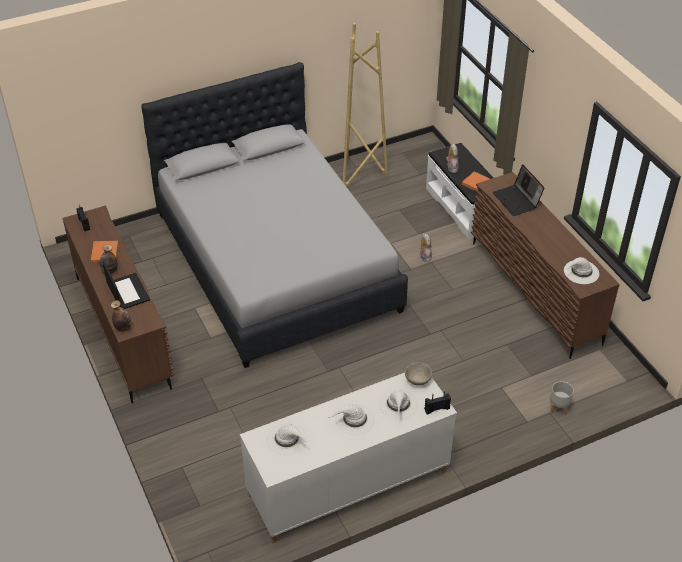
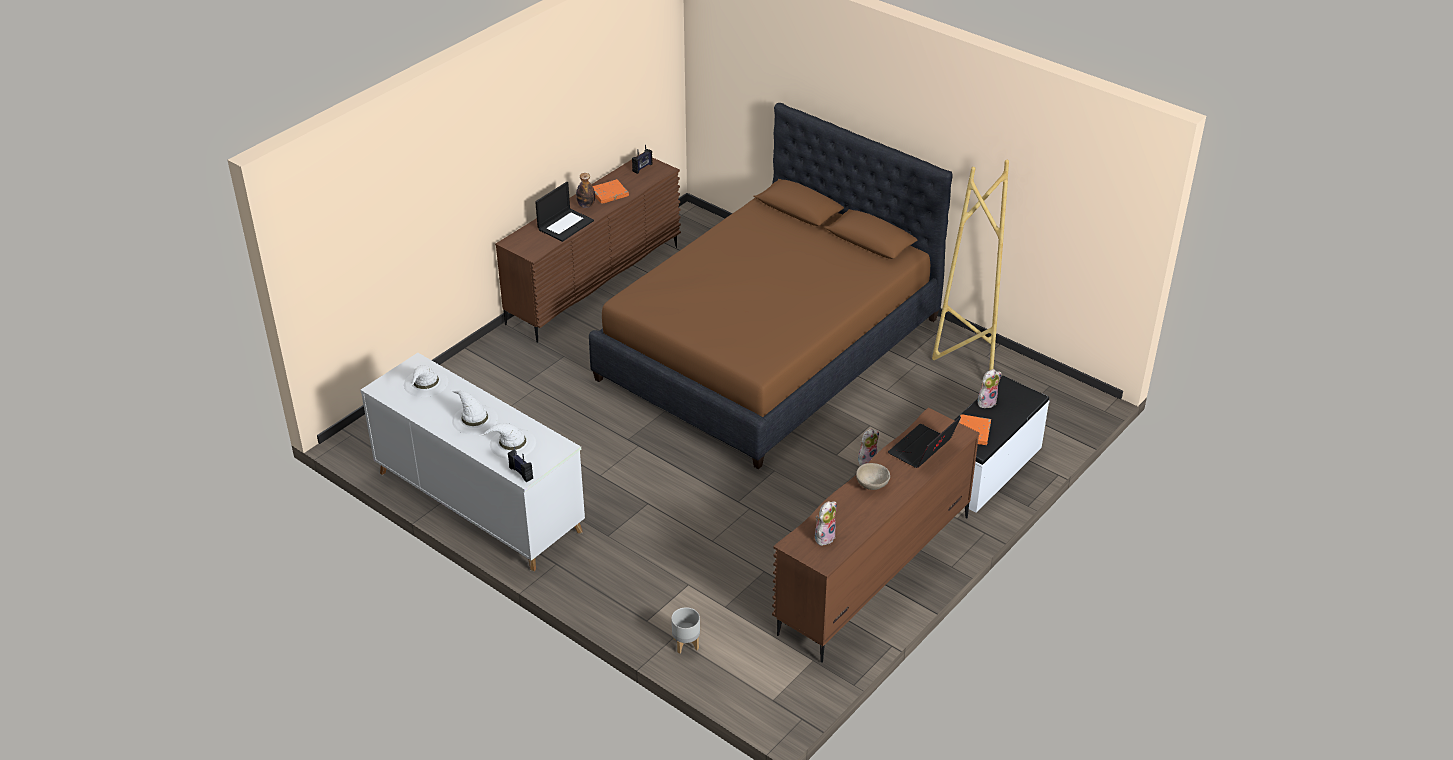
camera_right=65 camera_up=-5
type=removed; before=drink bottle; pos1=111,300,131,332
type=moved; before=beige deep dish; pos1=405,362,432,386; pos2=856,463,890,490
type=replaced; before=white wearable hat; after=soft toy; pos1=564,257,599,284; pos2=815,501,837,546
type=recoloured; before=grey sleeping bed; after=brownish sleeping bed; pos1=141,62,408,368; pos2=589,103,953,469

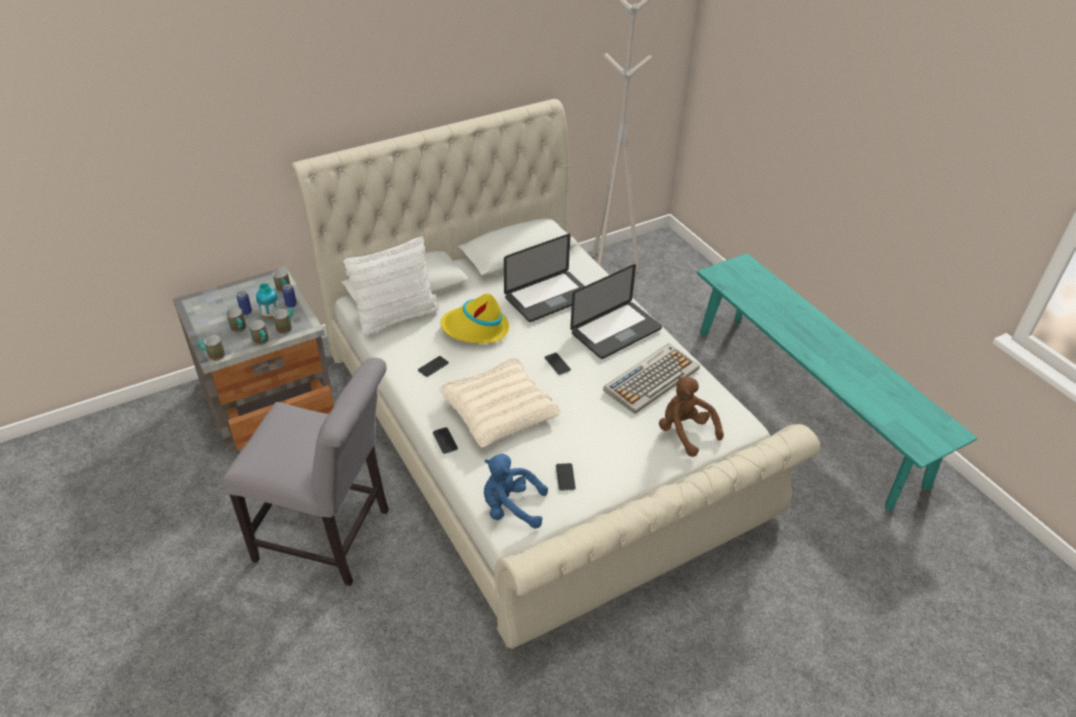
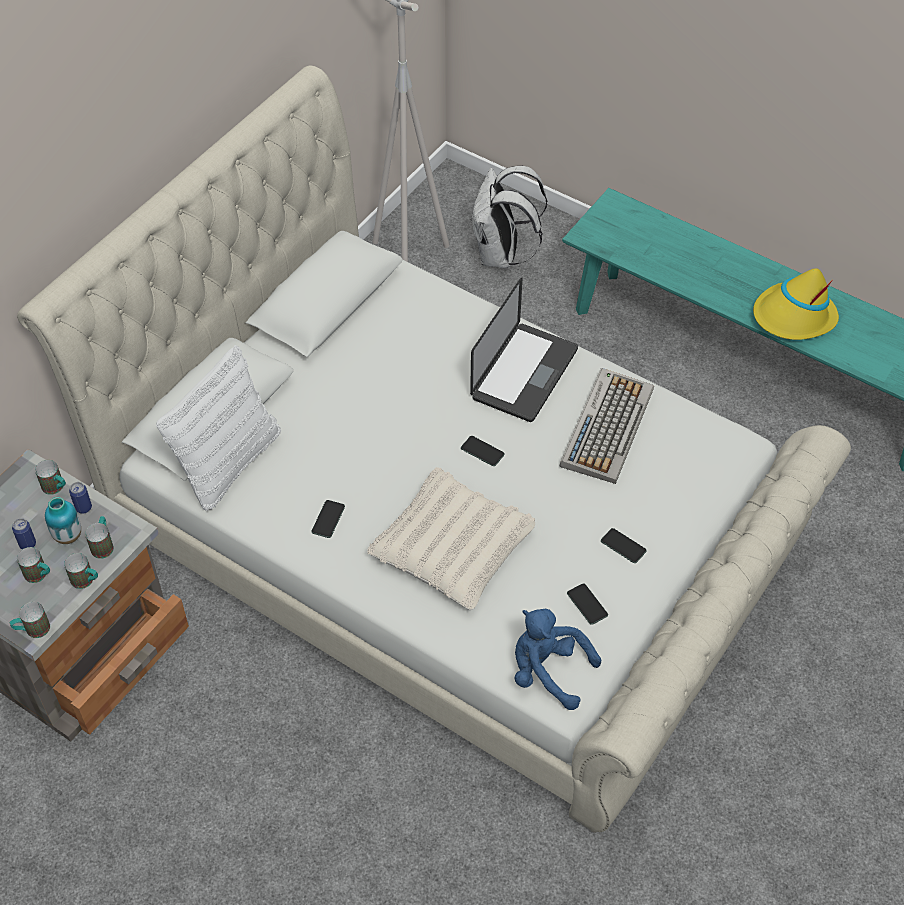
camera_right=-25 camera_up=10
type=removed; before=grey chair; pos1=223,358,389,586
type=removed; before=portable computer; pos1=504,234,585,322
type=removed; before=brownish soft toy; pos1=659,376,724,457
type=added; after=white rucksack; pos2=471,166,547,268
type=moved; before=telephone; pos1=433,427,458,454; pos2=601,528,647,563
type=moved; before=yellow wearable hat; pos1=440,293,509,344; pos2=753,268,839,340
type=turned; before=blue-coloured soft toy; pos1=484,454,548,529; pos2=514,609,601,710; turn=45

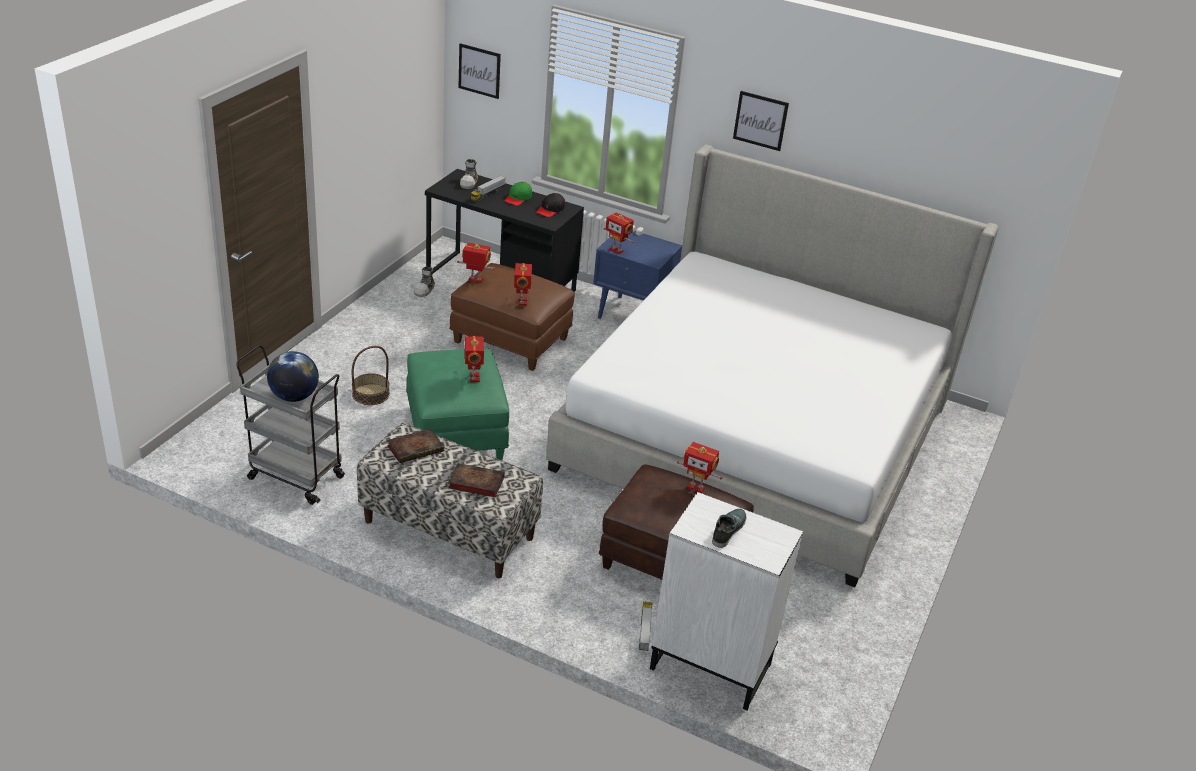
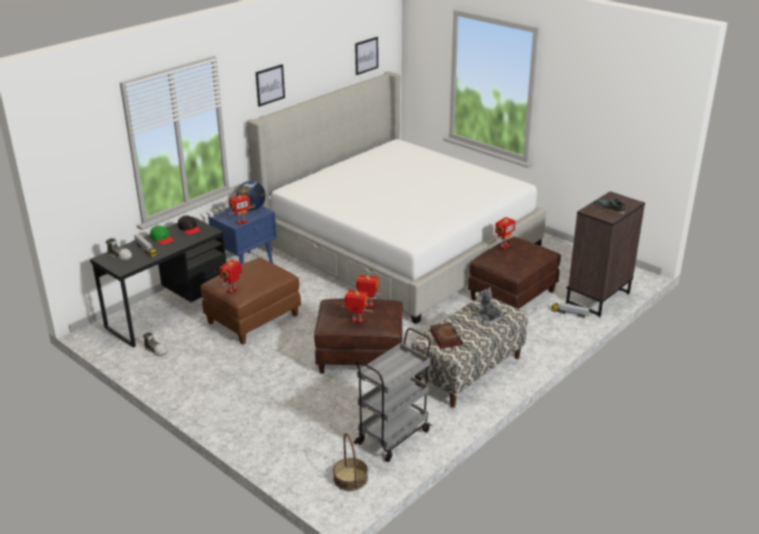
camera_right=-70 camera_up=-5
type=moved; before=globe; pos1=267,351,319,402; pos2=236,181,266,210
type=moved; before=basket; pos1=352,346,390,405; pos2=333,433,368,491
type=moved; before=wall picture; pos1=458,43,501,99; pos2=355,37,378,75
type=moved; before=toy robot; pos1=514,263,532,306; pos2=340,290,373,323
type=replaced; before=volume; after=soft toy; pos1=448,463,505,497; pos2=473,287,506,324
type=recoloured; before=greenish pouffe; after=brownish pouffe; pos1=406,348,509,460; pos2=314,298,403,374
type=recoloured; before=white chest of drawers; after=brownish chest of drawers; pos1=650,492,804,710; pos2=566,191,645,317

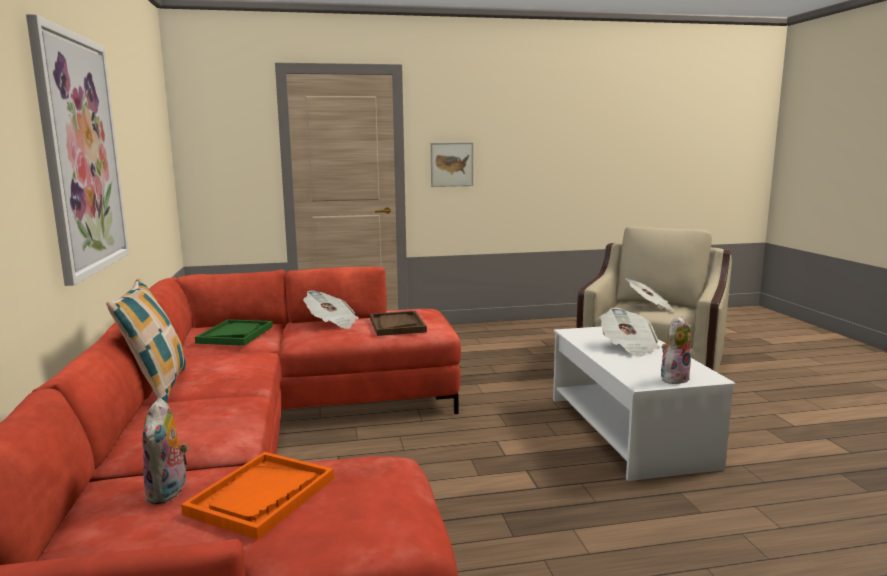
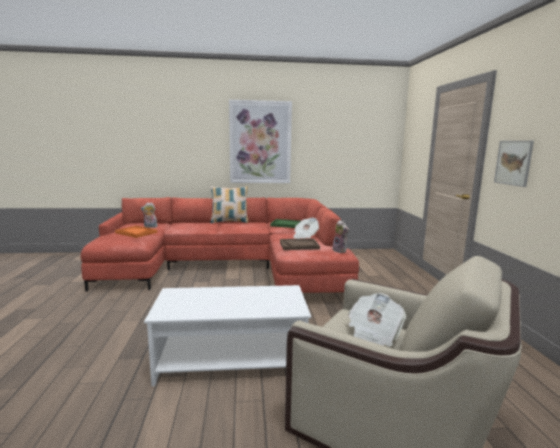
camera_right=95 camera_up=0
type=removed; before=newspaper; pos1=600,308,660,357
type=moved; before=soft toy; pos1=661,316,692,384; pos2=333,220,349,253

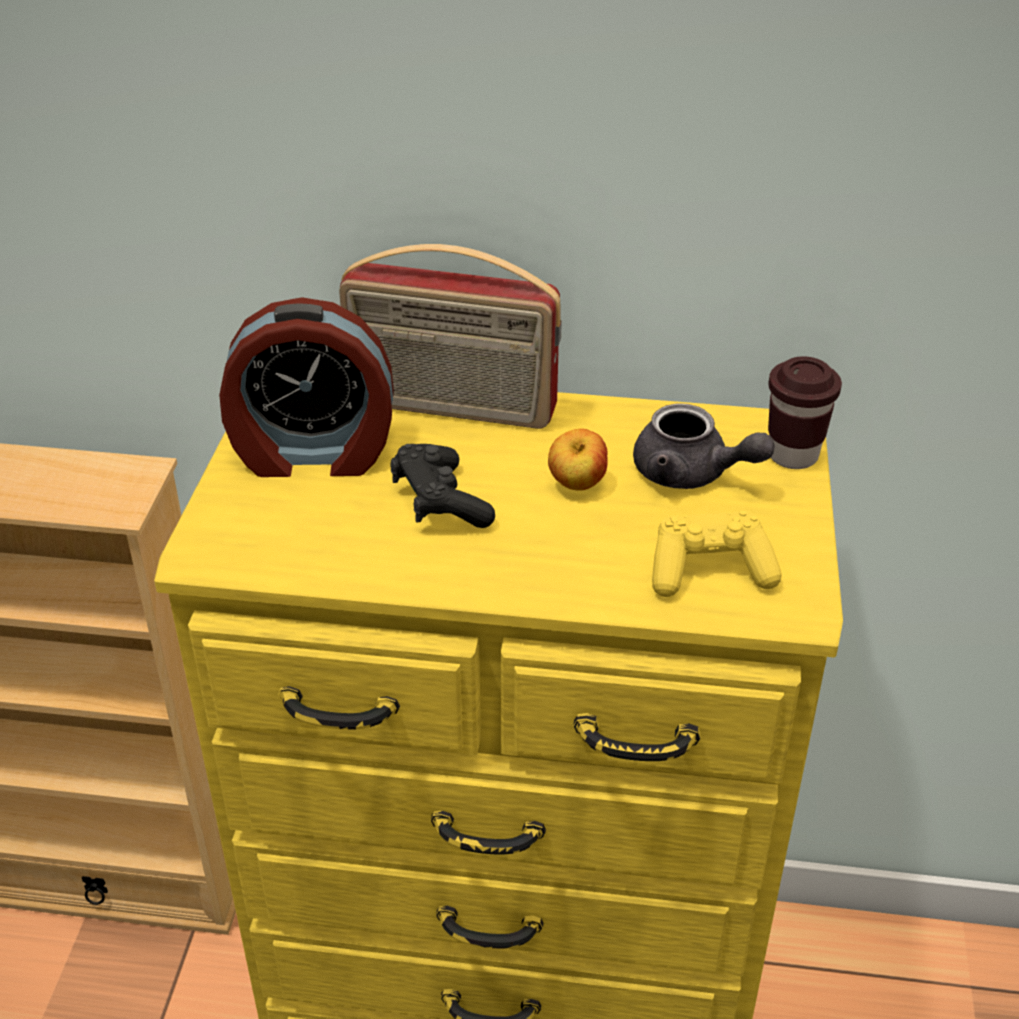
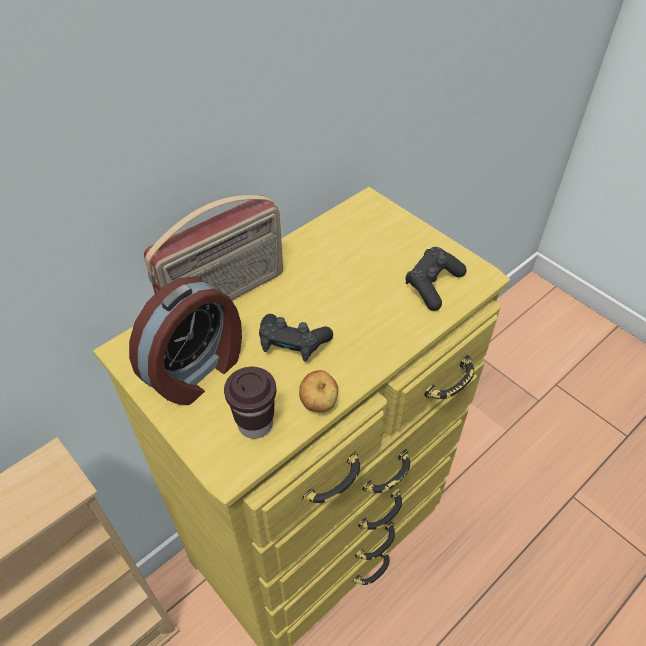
camera_right=-50 camera_up=10
type=removed; before=grey tea pot; pos1=633,403,775,489
type=moved; before=apple fruit; pos1=548,429,608,491; pos2=299,370,338,412
type=moved; before=brownish small cup; pos1=768,356,842,469; pos2=224,367,276,439
type=recoloured; before=yellow gamepad; after=black-coloured gamepad; pos1=652,510,782,597; pos2=405,247,467,311

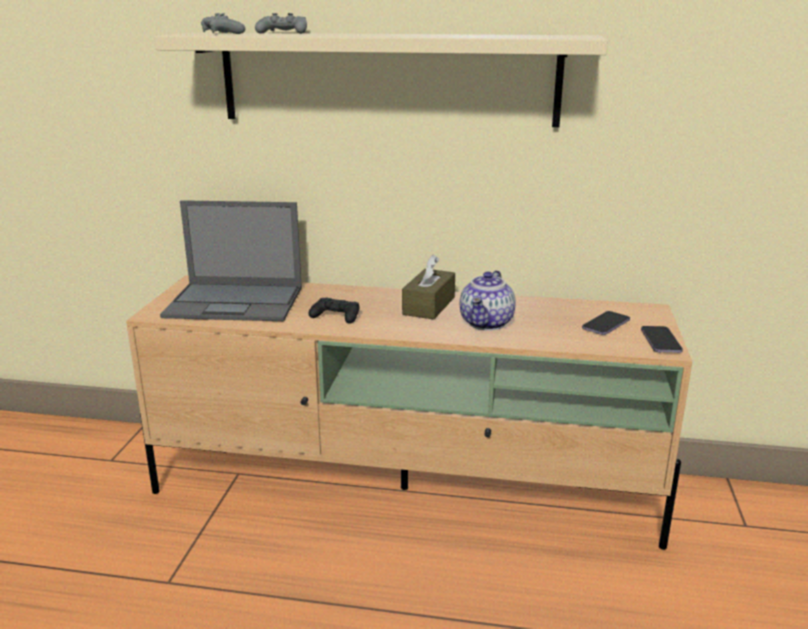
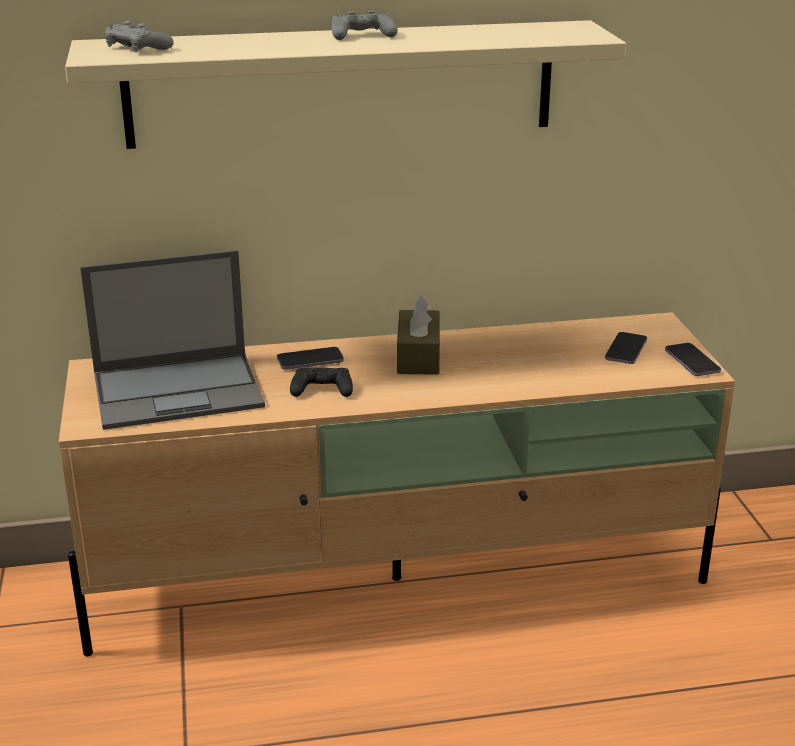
camera_right=-20 camera_up=5
type=removed; before=tea pot; pos1=460,270,516,331
type=added; after=telephone; pos2=277,347,344,370
type=moved; before=grey gamepad; pos1=255,13,307,34; pos2=332,10,398,40

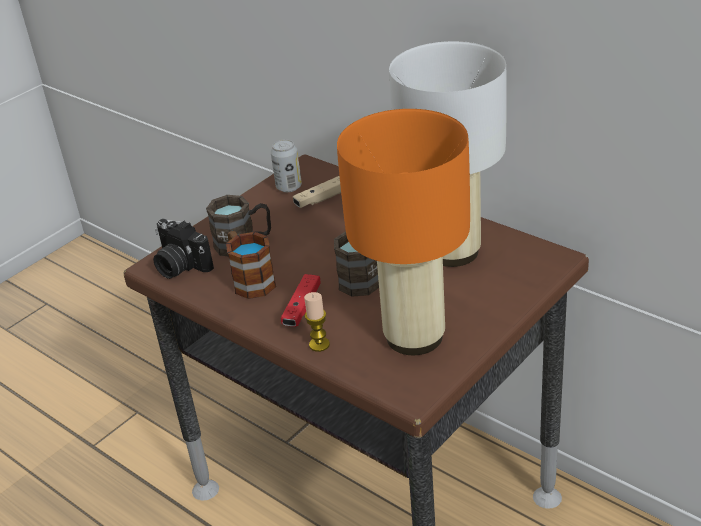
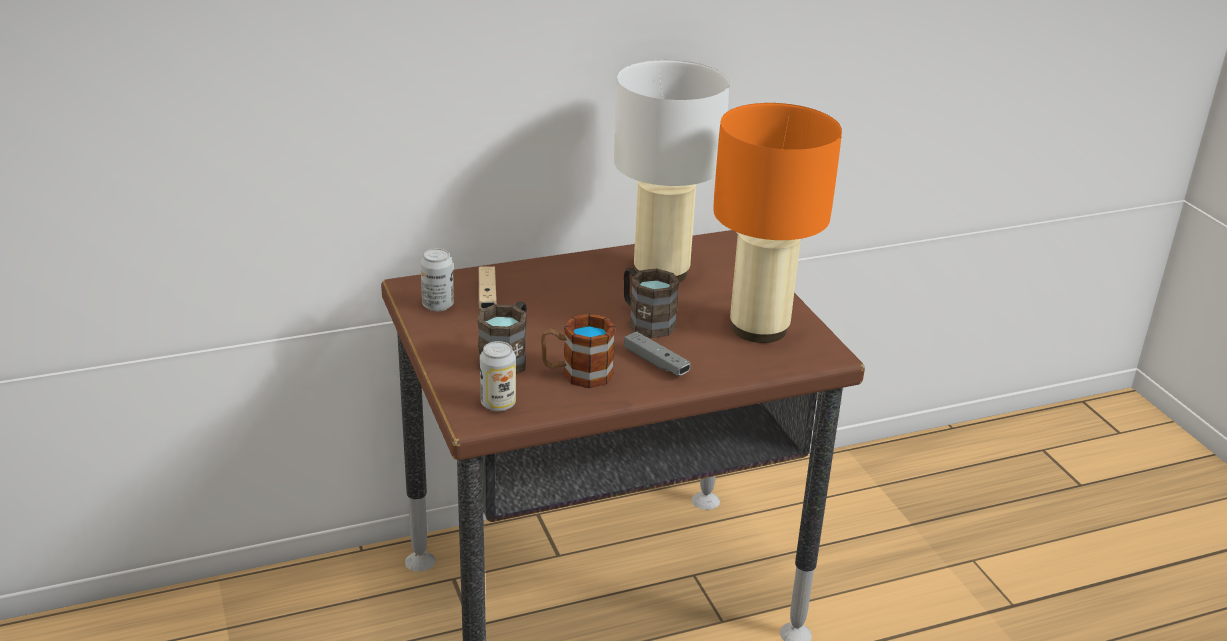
camera_right=-65 camera_up=-5
type=removed; before=wax light; pos1=304,292,330,352
type=replaced; before=still camera; after=metal can; pos1=153,219,214,279; pos2=480,341,516,412
type=recoloured; before=red-coloured gamepad; after=grey gamepad; pos1=281,274,321,327; pos2=624,331,691,376

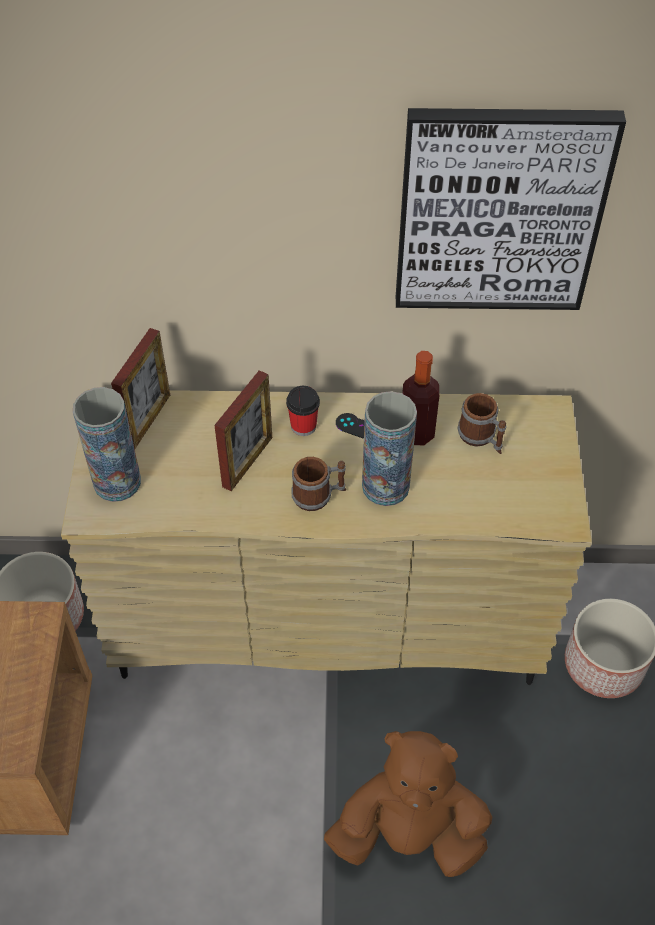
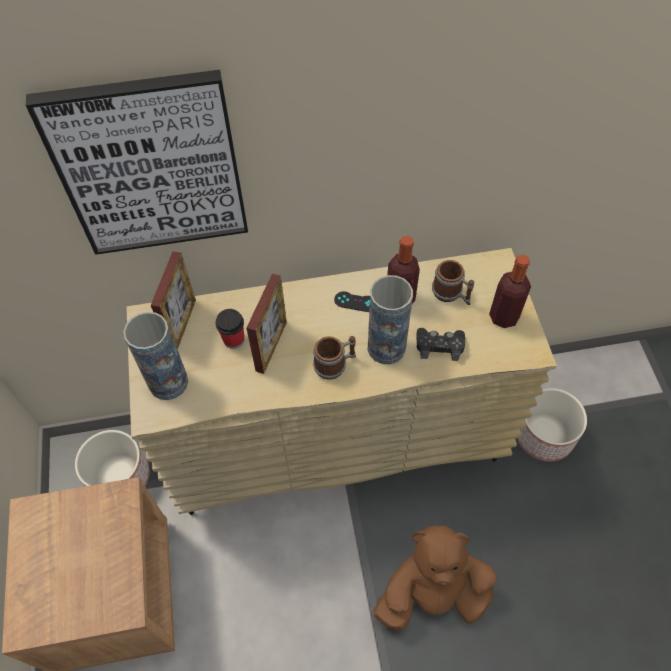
camera_right=-10 camera_up=5
type=added; after=black-coloured gamepad; pos2=416,328,465,361
type=added; after=drink bottle; pos2=489,254,531,328
type=moved; before=small cup; pos1=286,386,320,436; pos2=216,309,244,349
type=moved; before=wall picture; pos1=396,108,626,310; pos2=26,70,248,255

